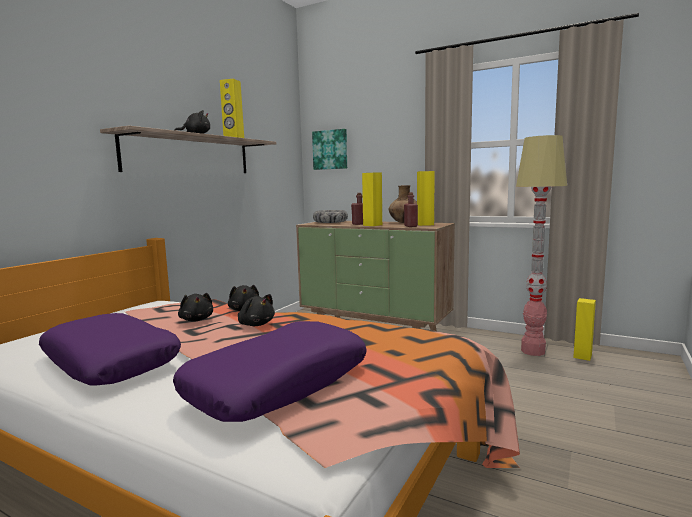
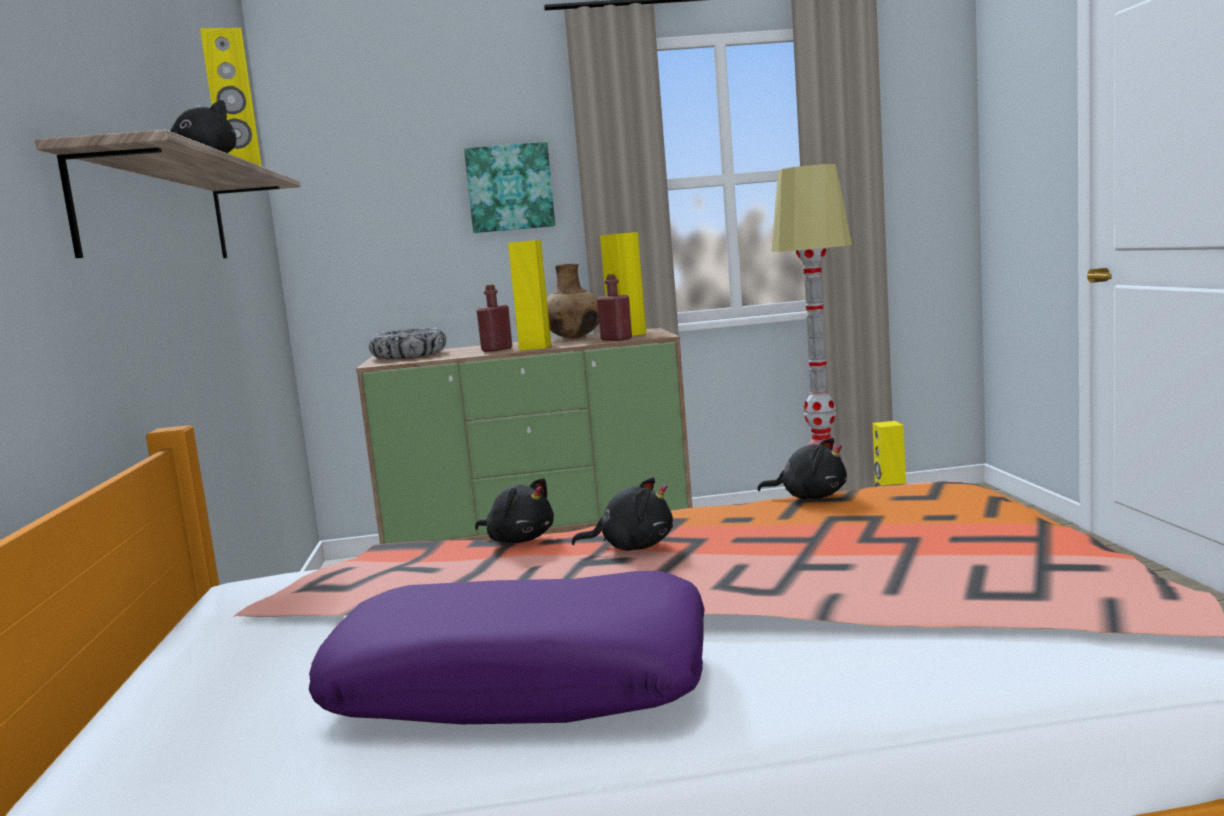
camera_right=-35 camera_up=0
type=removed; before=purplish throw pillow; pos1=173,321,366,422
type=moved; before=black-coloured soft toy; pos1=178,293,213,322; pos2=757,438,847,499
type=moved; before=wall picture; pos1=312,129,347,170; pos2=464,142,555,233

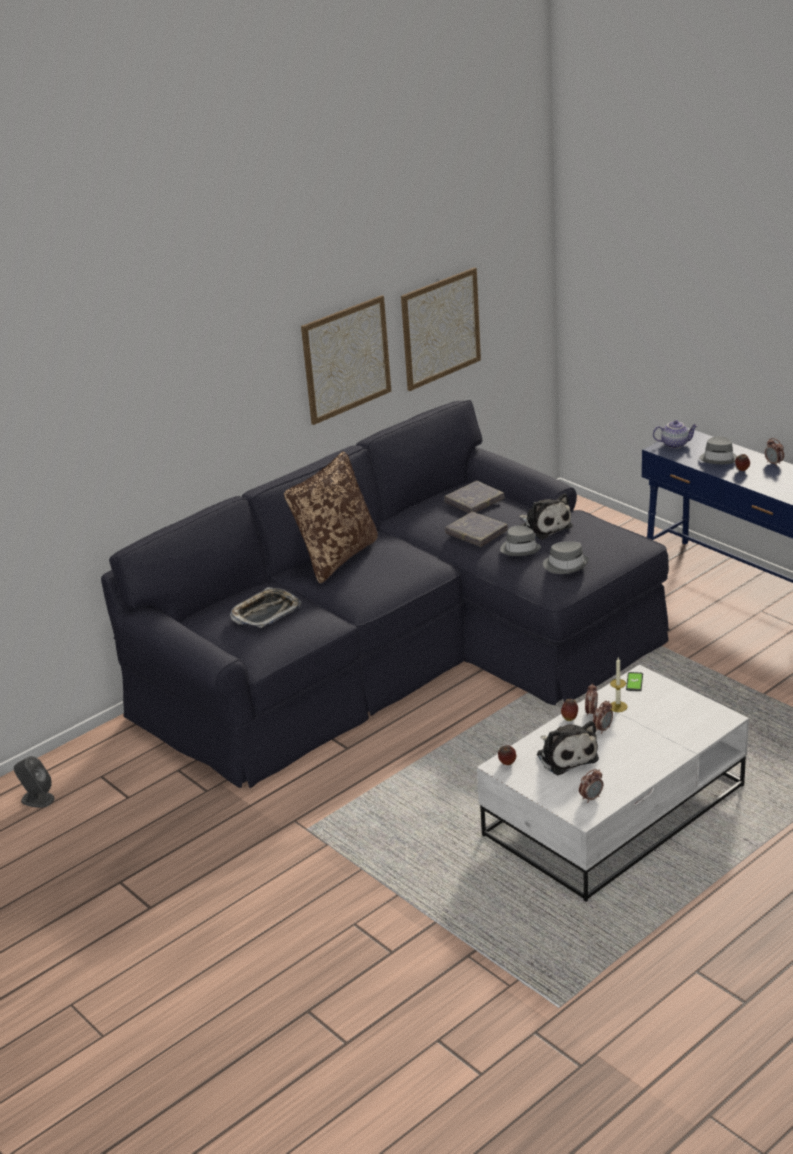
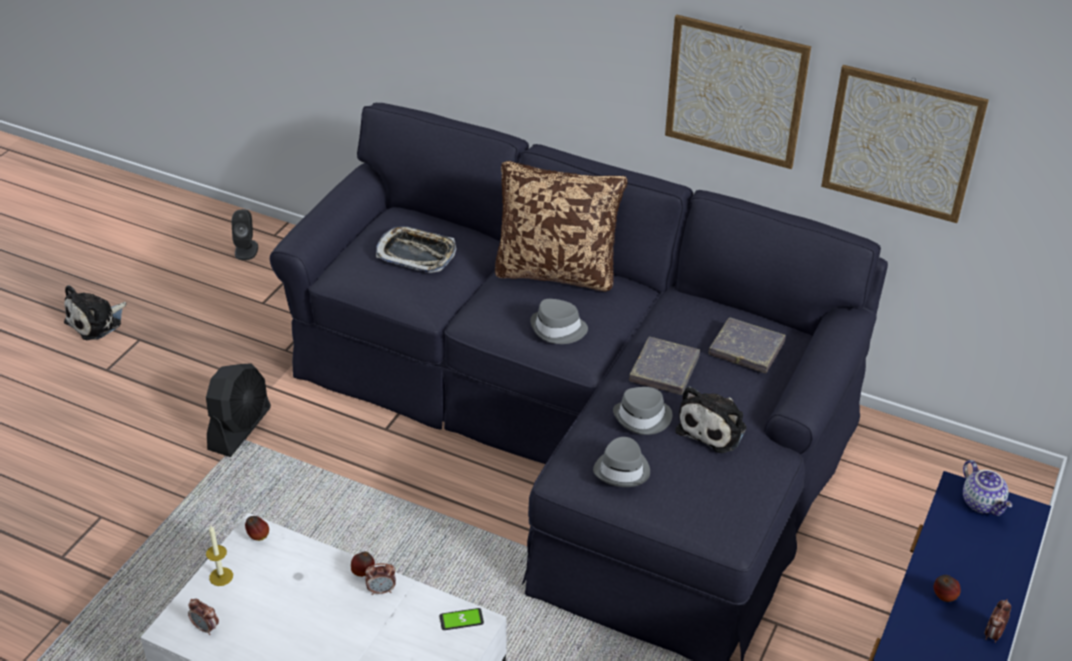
camera_right=65 camera_up=10
type=removed; before=alarm clock; pos1=593,701,613,734
type=added; after=black-coloured electric fan; pos2=206,363,271,457
type=moved; before=soft toy; pos1=537,721,599,775; pos2=64,285,126,340
type=moved; before=wax light; pos1=610,658,628,712; pos2=206,526,233,586
type=moved; before=grey wearable hat; pos1=699,437,737,464; pos2=530,299,588,344

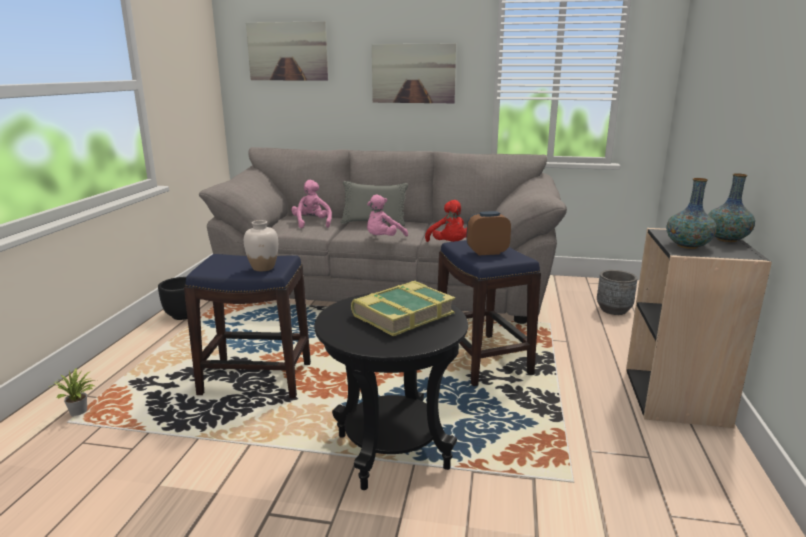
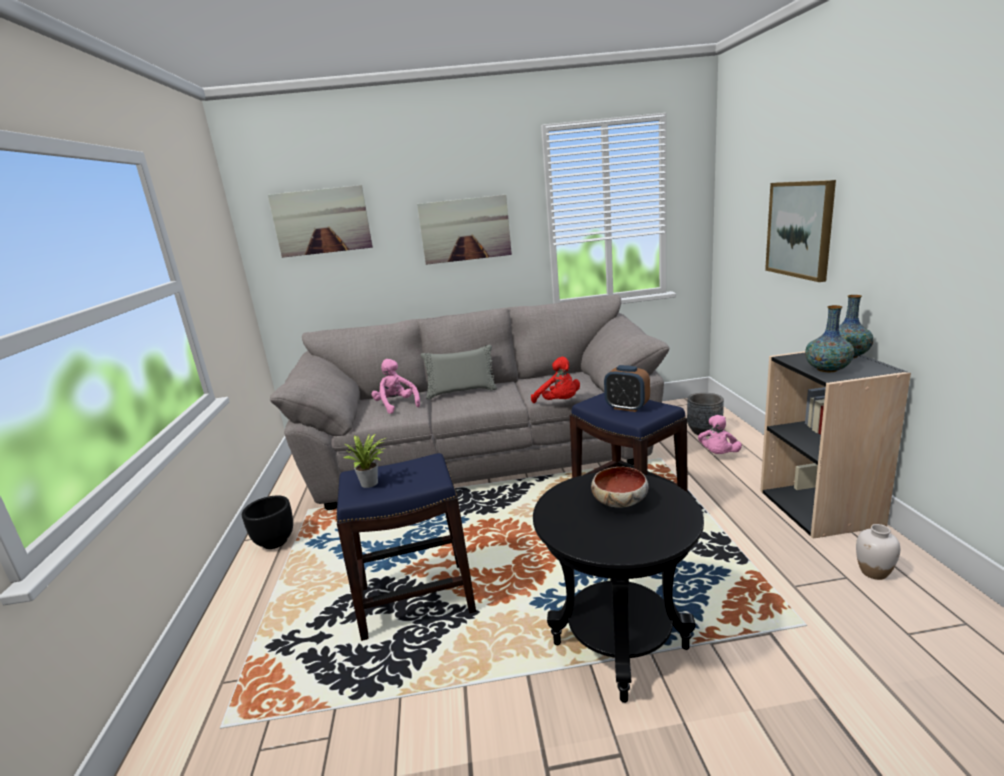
camera_right=-15 camera_up=0
type=added; after=wall picture; pos2=765,180,836,282
type=moved; before=plant in a pot; pos1=49,368,96,417; pos2=344,433,385,488
type=moved; before=white vase; pos1=244,220,278,271; pos2=856,524,900,580
type=moved; before=pink soft toy; pos1=367,195,408,237; pos2=698,415,742,454
type=replaced; before=volume; after=deep dish; pos1=351,281,455,336; pos2=591,467,648,508
type=turned; before=alarm clock; pos1=467,211,511,255; pos2=604,365,650,412; turn=-120

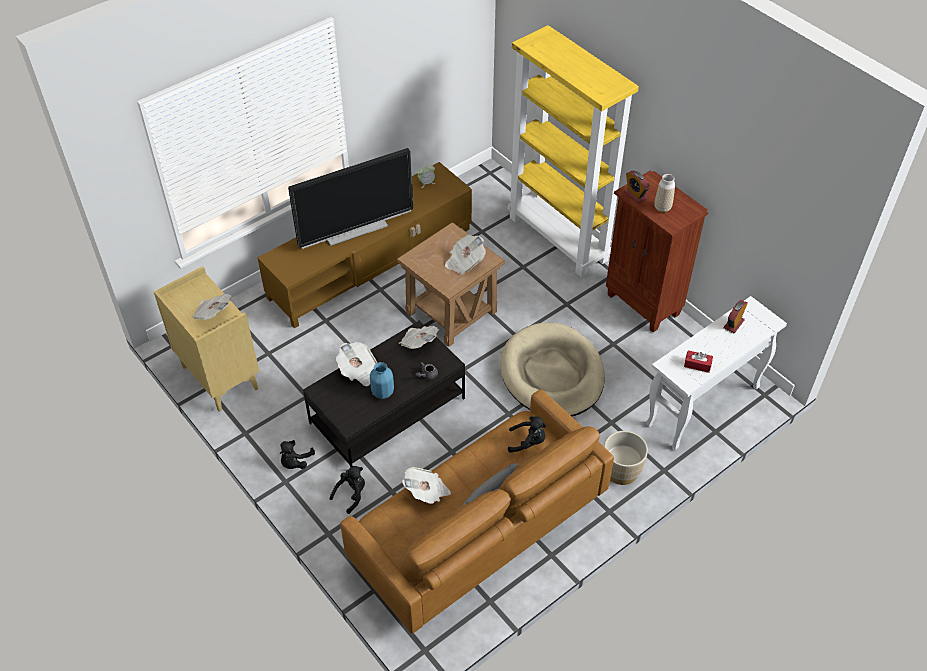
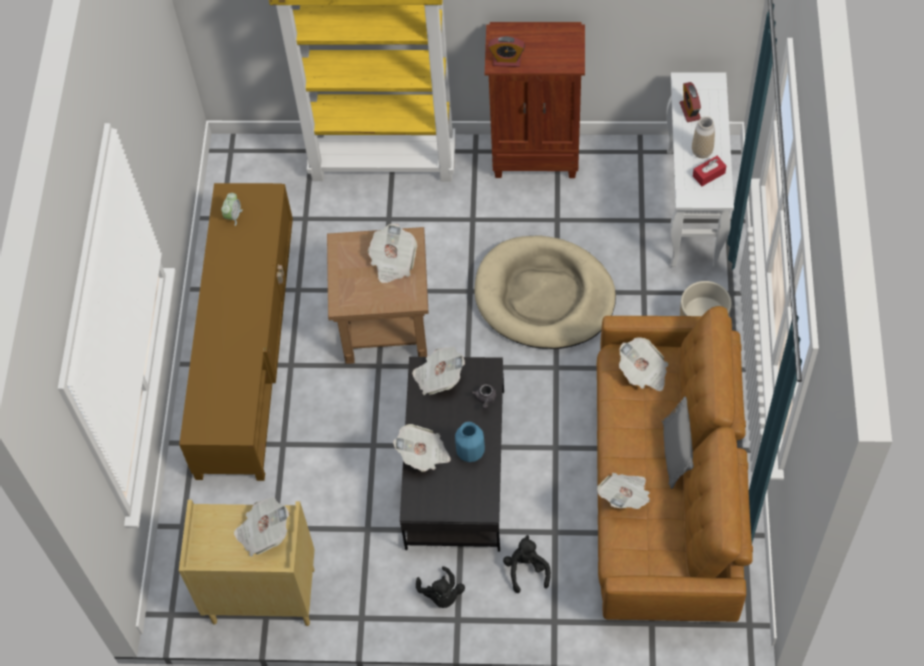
camera_right=-45 camera_up=10
type=removed; before=television; pos1=288,148,413,249
type=moved; before=vase; pos1=654,174,675,213; pos2=692,116,715,158
type=replaced; before=black-coloured soft toy; after=newspaper; pos1=508,416,546,453; pos2=619,337,668,391

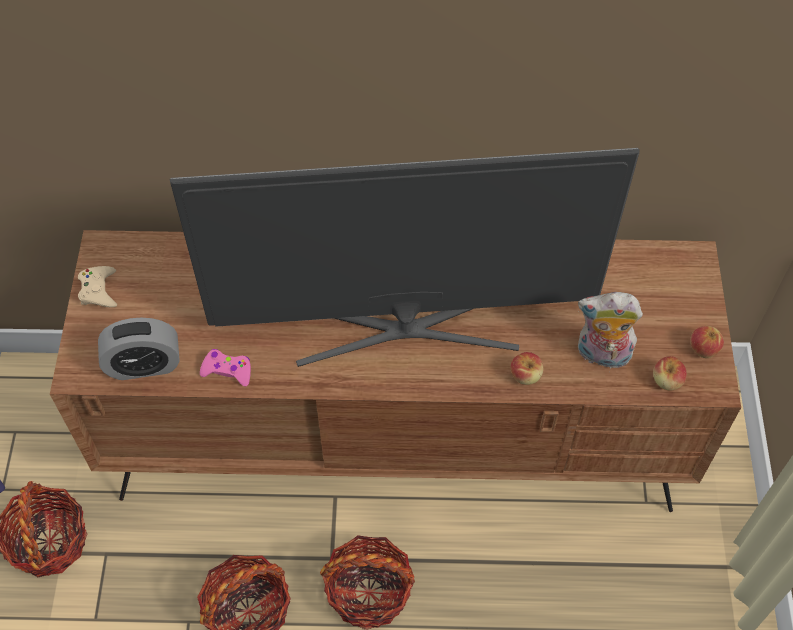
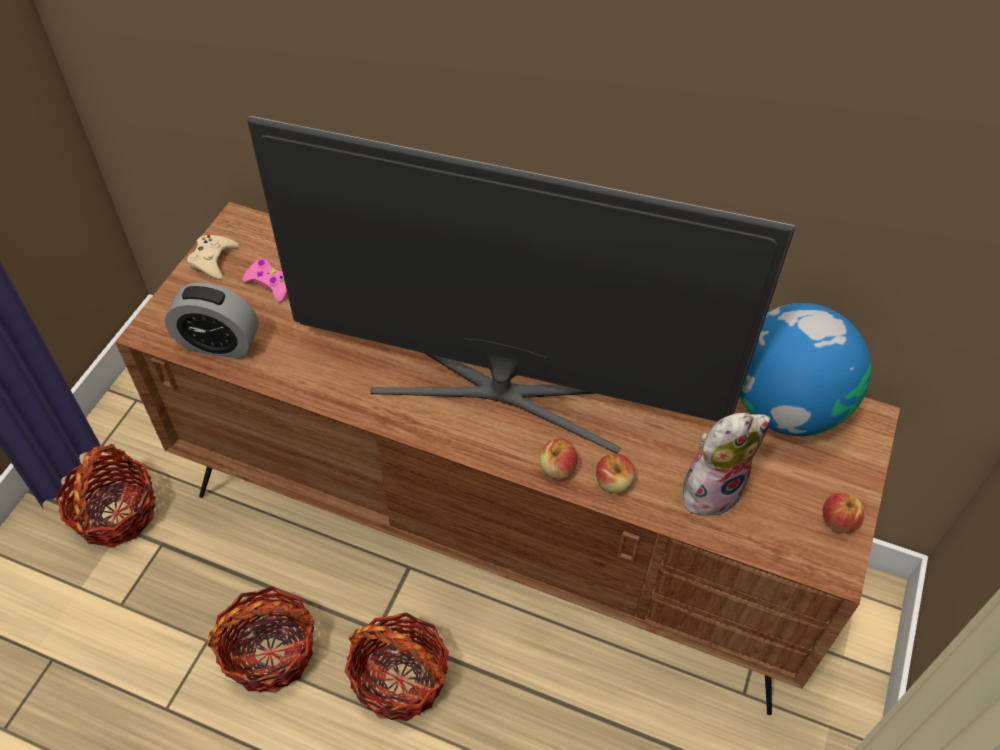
camera_right=20 camera_up=-5
type=added; after=globe; pos2=739,303,871,436
type=moved; before=pink gamepad; pos1=200,349,251,386; pos2=242,258,287,303
type=moved; before=apple fruit; pos1=653,356,687,390; pos2=539,439,578,479
type=turned; before=soft toy; pos1=578,292,643,369; pos2=682,413,771,516; turn=120

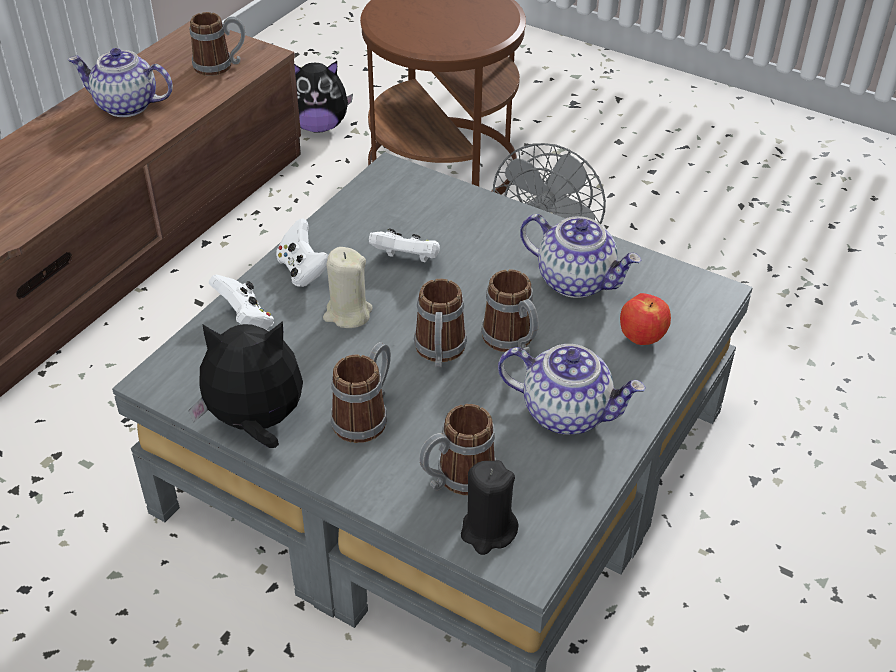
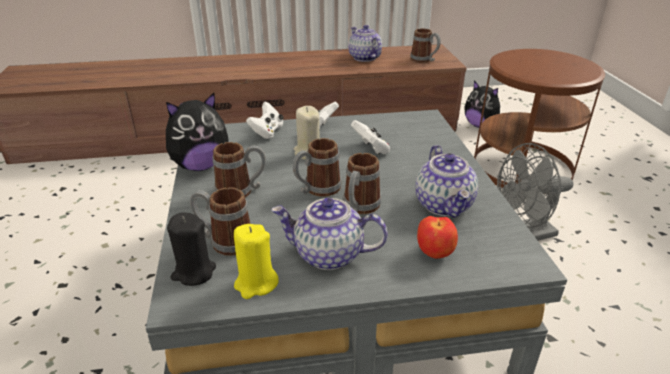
camera_right=50 camera_up=-10
type=added; after=yellow wax light; pos2=234,224,279,299
type=turned; before=soft toy; pos1=188,321,303,448; pos2=166,93,228,171; turn=105
type=turned; before=tea pot; pos1=498,344,646,434; pos2=271,198,388,270; turn=120

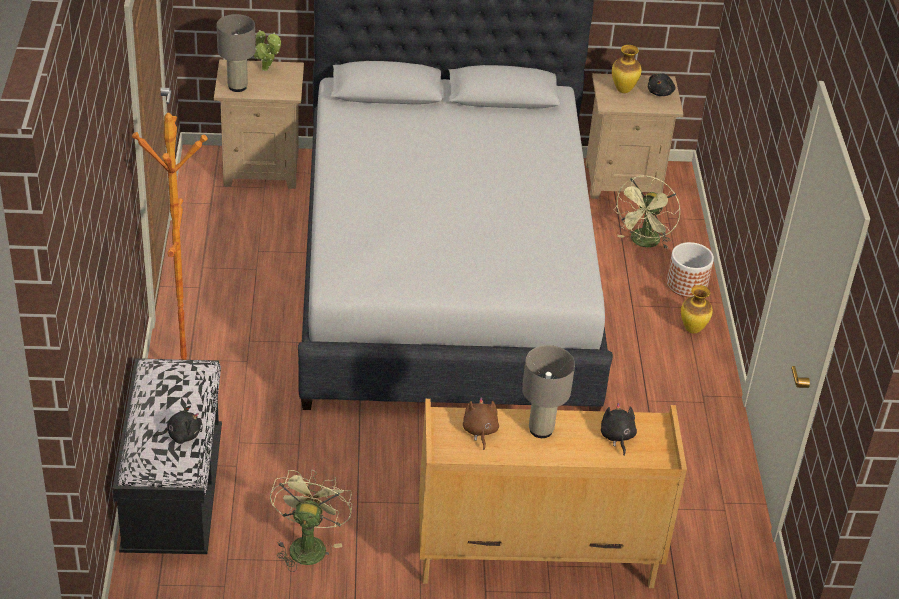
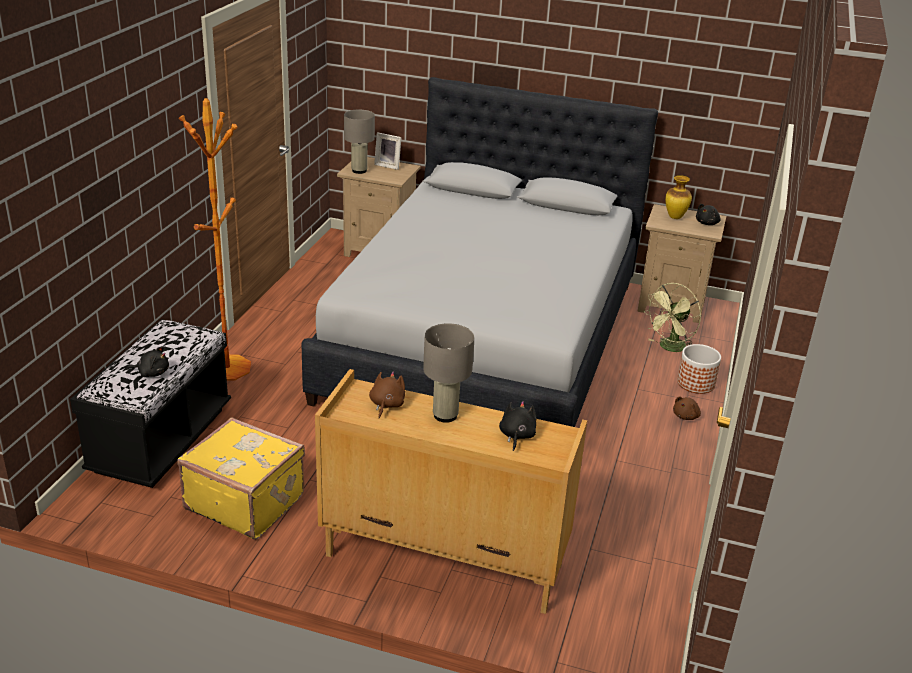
camera_right=20 camera_up=-10
type=replaced; before=plant in a pot; after=picture frame; pos1=254,30,281,71; pos2=374,132,402,170
type=replaced; before=greenish electric fan; after=yellow suitcase; pos1=270,470,352,572; pos2=177,417,305,540
type=replaced; before=vase; after=brownish soft toy; pos1=681,285,713,334; pos2=673,396,701,420

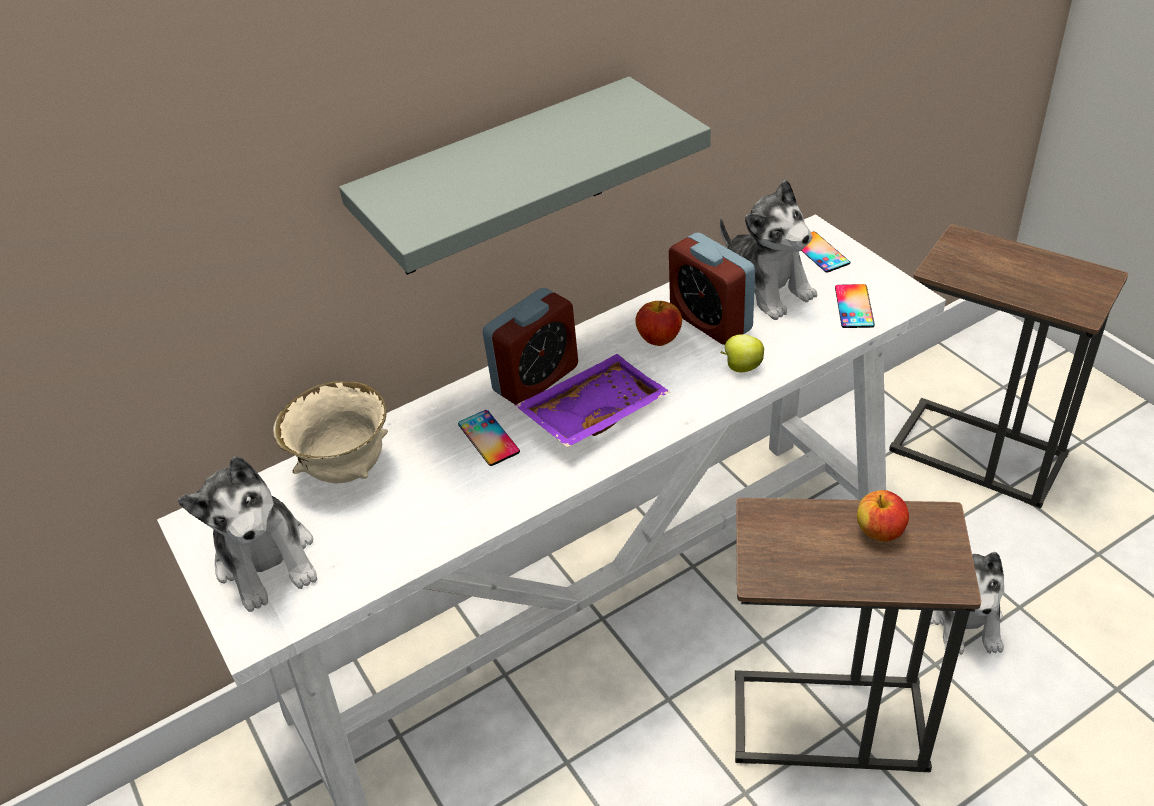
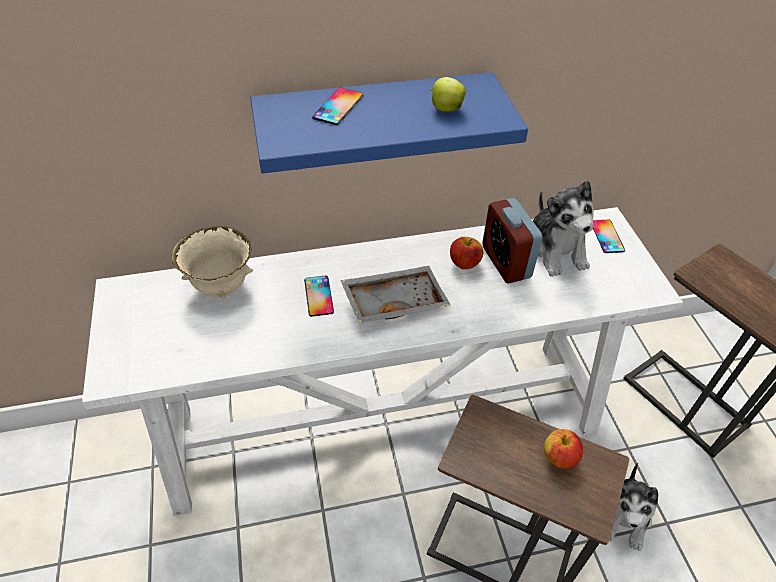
camera_right=15 camera_up=5
type=removed; before=soft toy; pos1=178,456,317,612
type=removed; before=alarm clock; pos1=482,288,578,405
type=moved; before=apple fruit; pos1=720,334,764,372; pos2=430,77,466,112
type=moved; before=telephone; pos1=835,284,875,328; pos2=312,88,363,125
type=recoloured; before=grey shelf; after=blue-coloured shelf; pos1=339,77,711,275; pos2=250,72,528,174
type=recoloured; before=purplish serving tray; after=grey serving tray; pos1=515,354,670,447; pos2=341,266,451,323

